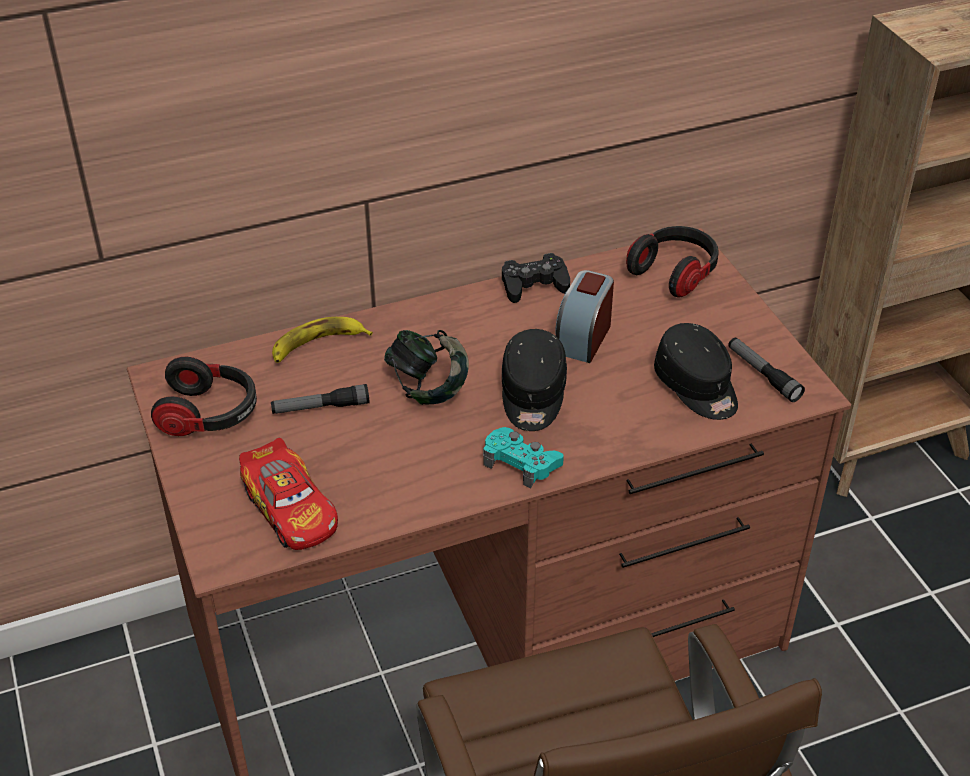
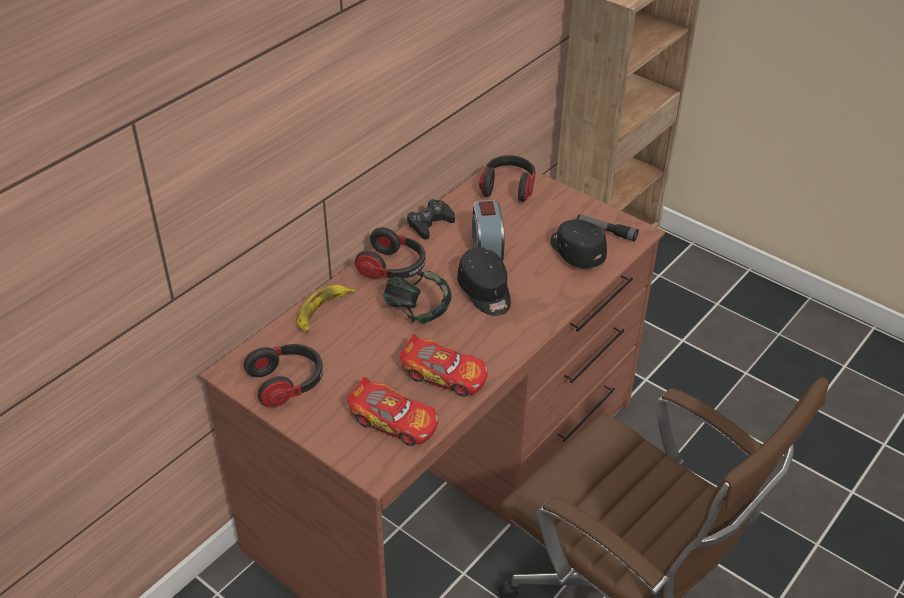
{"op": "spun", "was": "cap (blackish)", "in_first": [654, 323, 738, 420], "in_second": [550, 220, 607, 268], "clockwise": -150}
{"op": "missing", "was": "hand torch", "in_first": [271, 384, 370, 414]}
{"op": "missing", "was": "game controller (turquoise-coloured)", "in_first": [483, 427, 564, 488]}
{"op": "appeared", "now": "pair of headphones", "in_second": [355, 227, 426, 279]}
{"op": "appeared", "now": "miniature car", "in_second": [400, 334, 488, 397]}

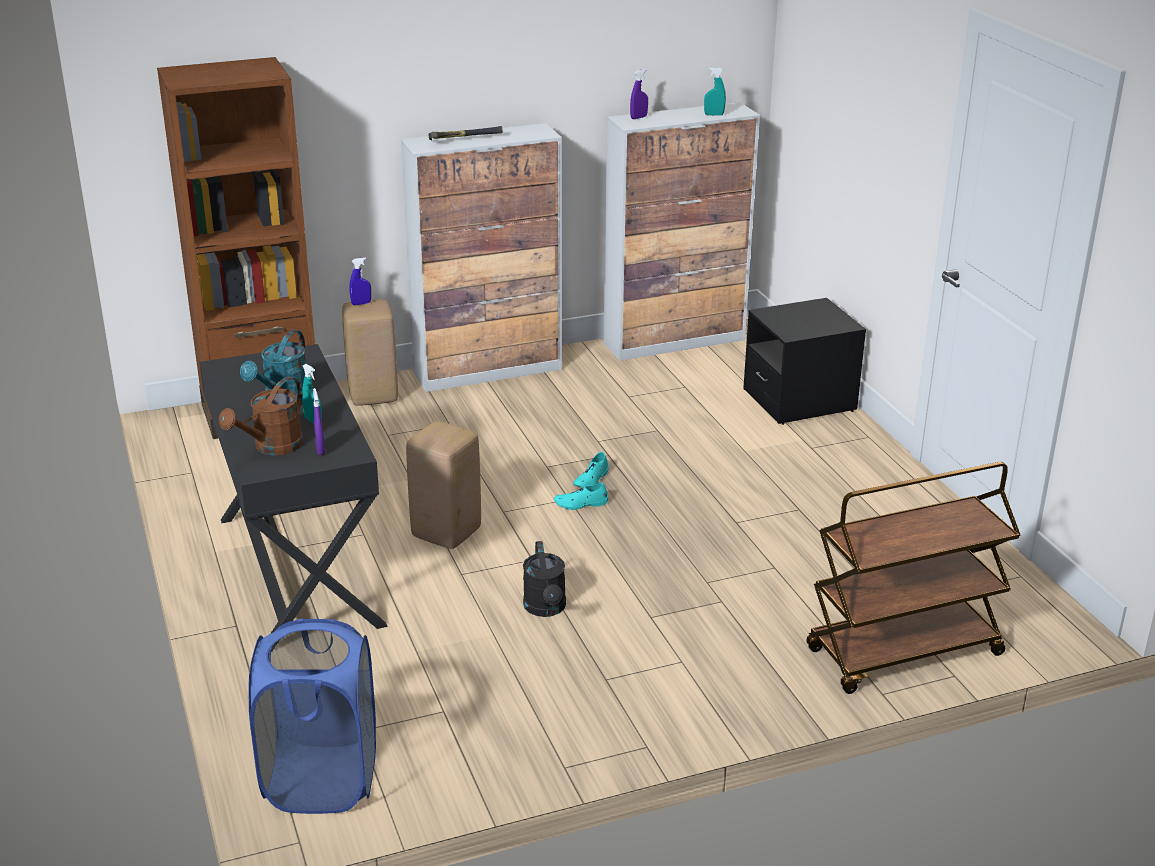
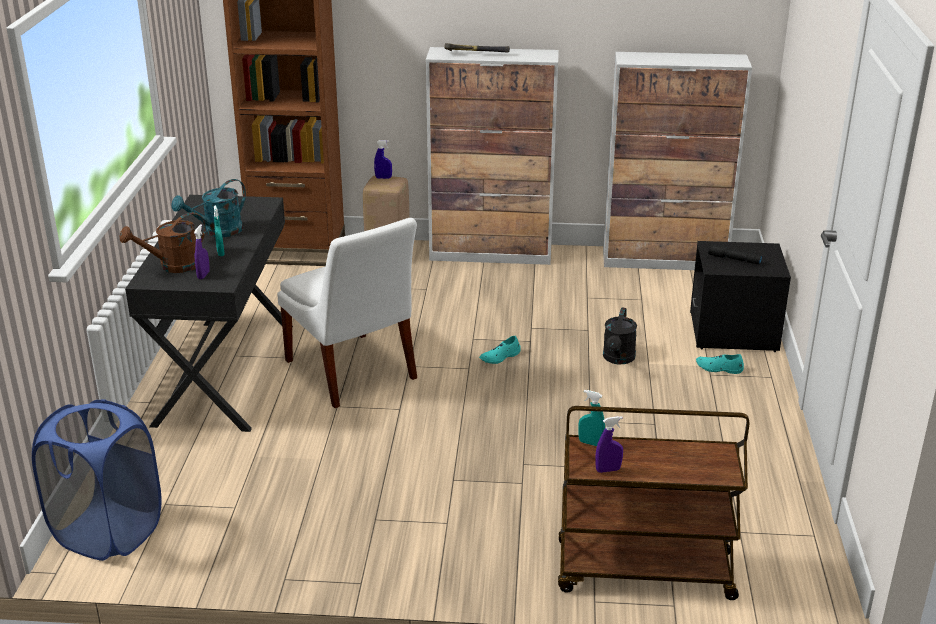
{"op": "relocated", "was": "sprayer (turquoise-coloured)", "in_first": [704, 67, 726, 116], "in_second": [578, 390, 605, 446]}
{"op": "relocated", "was": "sprayer (purple-coloured)", "in_first": [630, 69, 648, 119], "in_second": [595, 416, 623, 473]}
{"op": "exchanged", "was": "sitting stool (sand-coloured)", "now": "plain chair (white-coloured)", "in_first": [406, 421, 481, 549], "in_second": [277, 218, 417, 408]}
{"op": "relocated", "was": "shoe (turquoise-coloured)", "in_first": [554, 482, 608, 510], "in_second": [696, 354, 744, 374]}
{"op": "relocated", "was": "watering can (blackish)", "in_first": [523, 541, 566, 617], "in_second": [603, 307, 637, 365]}
{"op": "appeared", "now": "hand torch (blackish)", "in_second": [708, 244, 762, 265]}

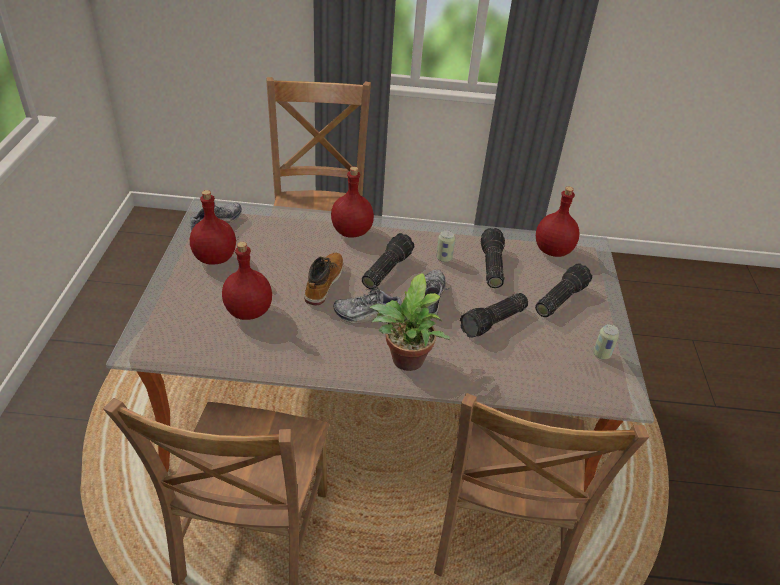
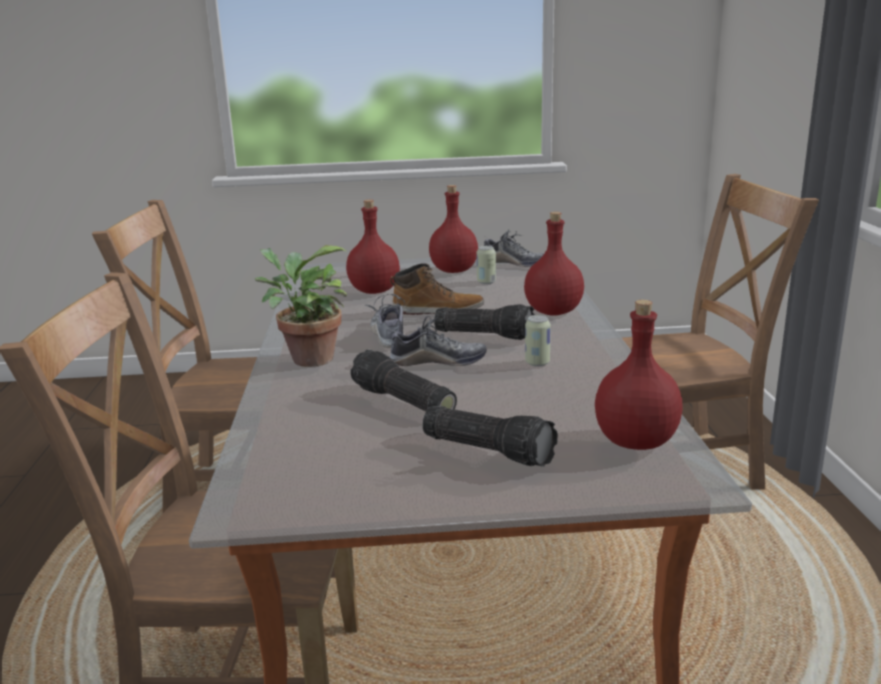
{"op": "missing", "was": "hand torch", "in_first": [481, 228, 505, 288]}
{"op": "relocated", "was": "sealed can", "in_first": [593, 324, 619, 359], "in_second": [476, 246, 496, 284]}

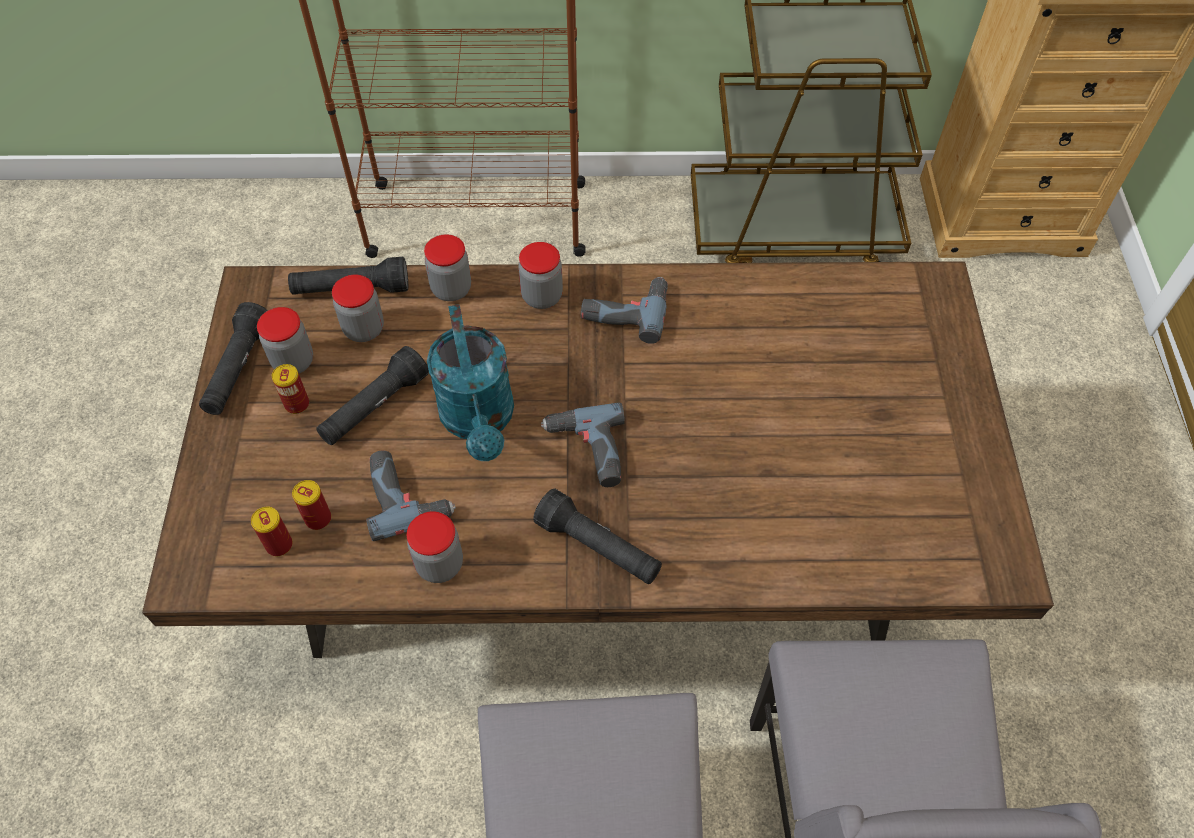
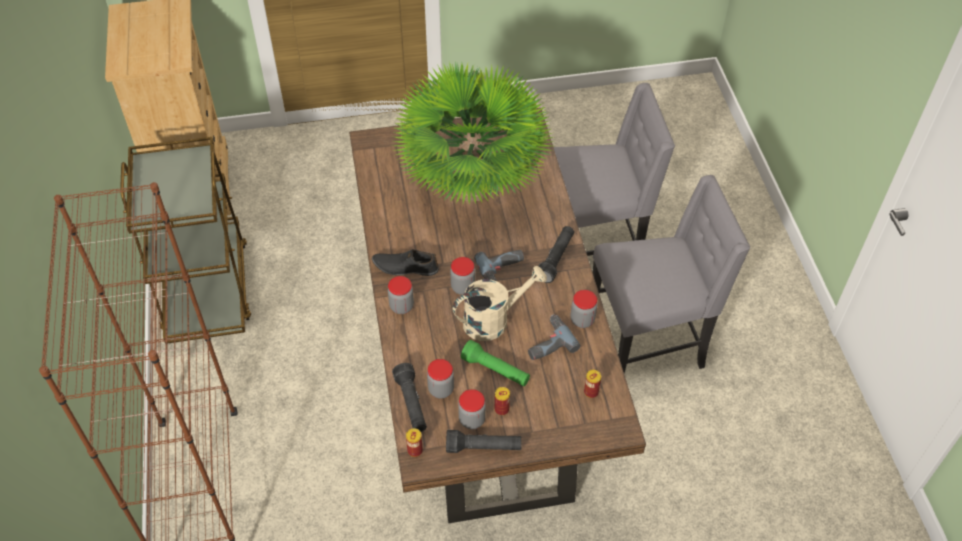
{"op": "relocated", "was": "jar", "in_first": [424, 234, 471, 301], "in_second": [450, 257, 475, 295]}
{"op": "exchanged", "was": "electric drill", "now": "shoe (blackish)", "in_first": [581, 277, 668, 344], "in_second": [372, 249, 439, 276]}
{"op": "colour", "was": "watering can (turquoise-coloured)", "now": "watering can (sand-coloured)", "in_first": [427, 304, 514, 461], "in_second": [453, 266, 547, 341]}
{"op": "colour", "was": "hand torch (blackish)", "now": "hand torch (green)", "in_first": [317, 346, 429, 445], "in_second": [461, 340, 530, 386]}
{"op": "relocated", "was": "sealed can", "in_first": [292, 480, 331, 530], "in_second": [406, 428, 423, 457]}
{"op": "appeared", "now": "plant in a pot", "in_second": [392, 61, 556, 205]}

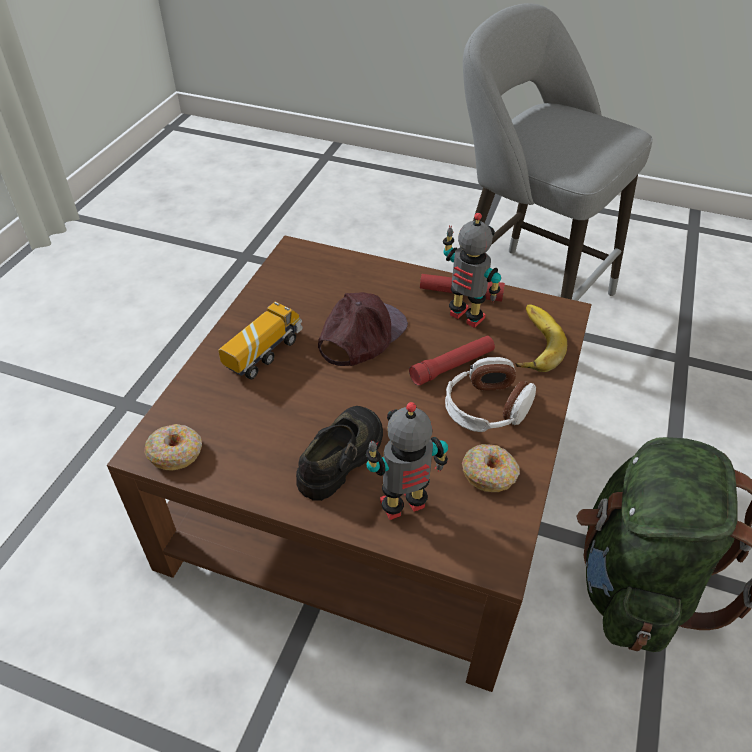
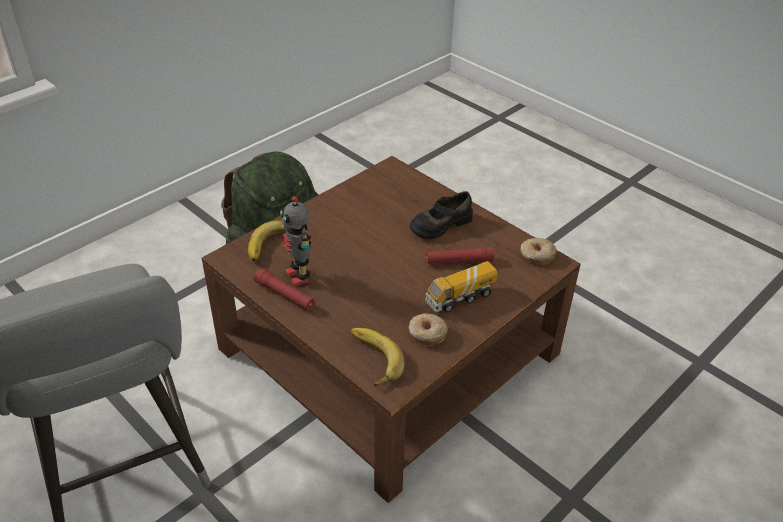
{"op": "missing", "was": "cap (brown-coloured)", "in_first": [318, 292, 408, 366]}
{"op": "relocated", "was": "hand torch (red)", "in_first": [409, 336, 495, 386], "in_second": [426, 247, 494, 264]}
{"op": "missing", "was": "pair of headphones", "in_first": [445, 357, 536, 432]}
{"op": "missing", "was": "toy robot", "in_first": [366, 402, 448, 520]}
{"op": "relocated", "was": "doughnut", "in_first": [462, 444, 520, 492], "in_second": [409, 313, 448, 346]}
{"op": "appeared", "now": "banana fruit", "in_second": [351, 328, 405, 386]}

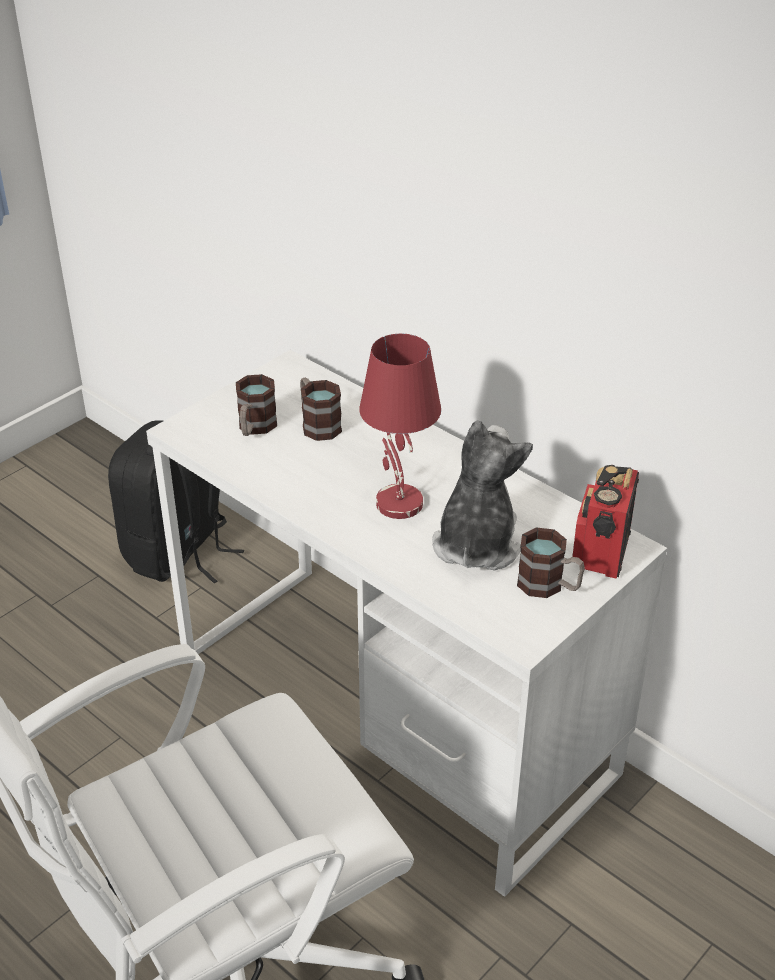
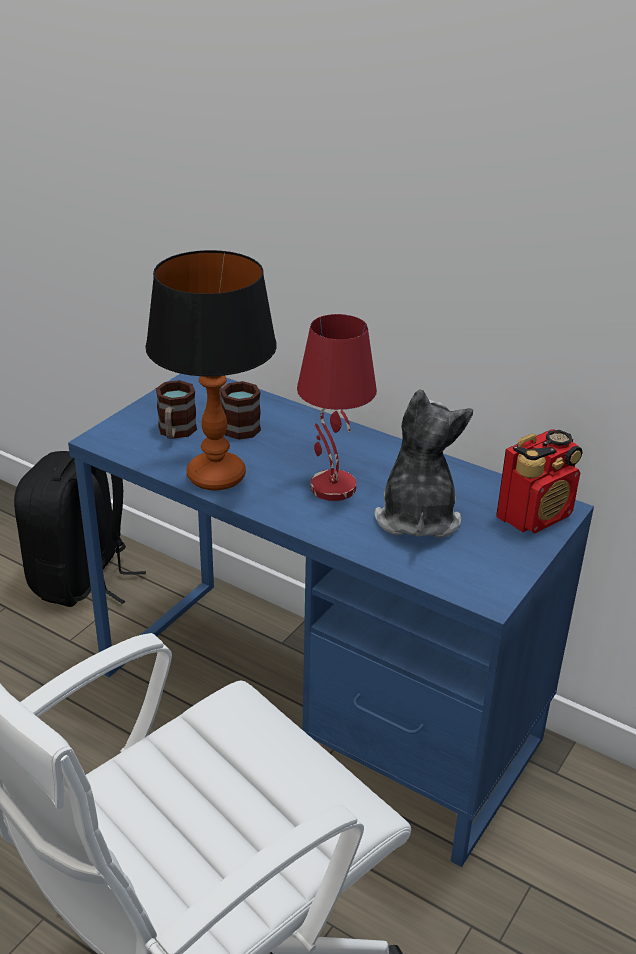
{"op": "colour", "was": "desk table (white-coloured)", "now": "desk table (bluish)", "in_first": [146, 350, 667, 897], "in_second": [68, 374, 594, 867]}
{"op": "spun", "was": "radio set", "in_first": [572, 465, 639, 579], "in_second": [496, 429, 582, 534], "clockwise": -135}
{"op": "missing", "was": "mug", "in_first": [517, 527, 585, 598]}
{"op": "appeared", "now": "table lamp", "in_second": [145, 250, 277, 490]}

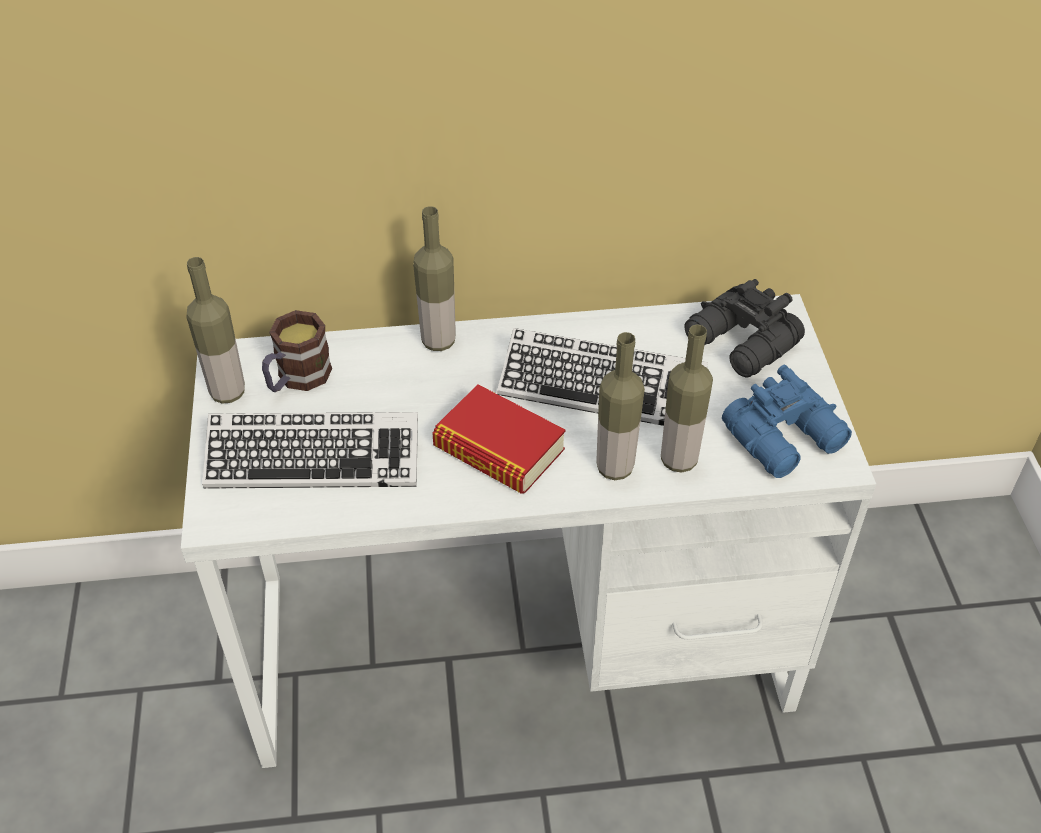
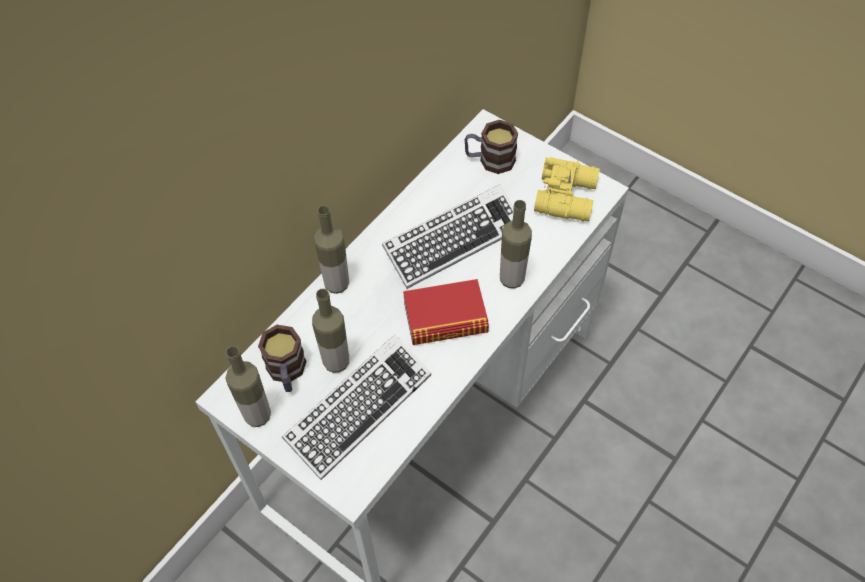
{"op": "exchanged", "was": "field glasses (blackish)", "now": "mug", "in_first": [685, 279, 805, 378], "in_second": [464, 120, 518, 174]}
{"op": "relocated", "was": "drink bottle", "in_first": [661, 325, 713, 473], "in_second": [312, 289, 349, 373]}
{"op": "colour", "was": "field glasses (bluish)", "now": "field glasses (yellow-coloured)", "in_first": [722, 365, 852, 478], "in_second": [534, 157, 600, 222]}

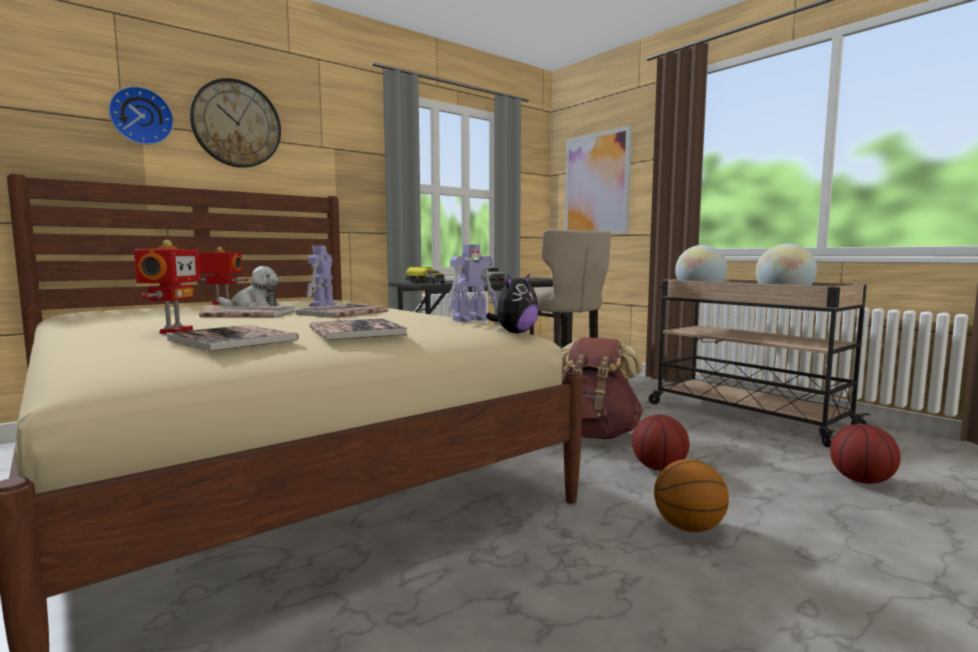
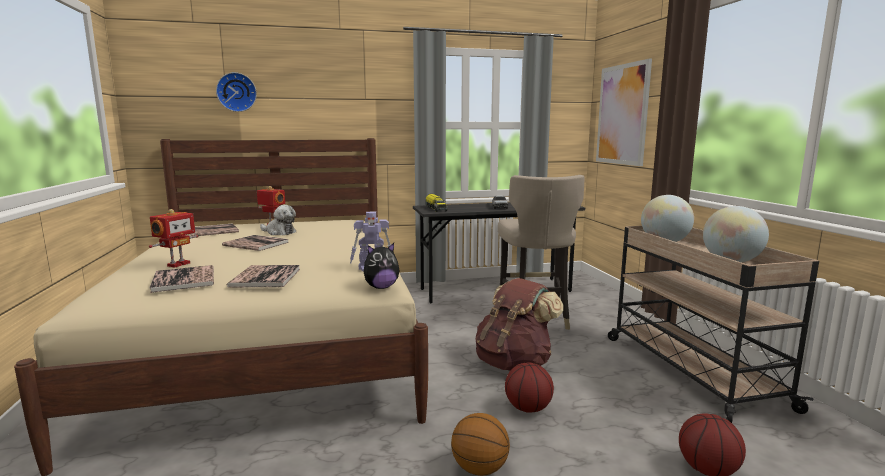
{"op": "missing", "was": "clock on the wall", "in_first": [190, 78, 281, 168]}
{"op": "missing", "was": "toy robot", "in_first": [307, 246, 336, 307]}
{"op": "relocated", "was": "volume", "in_first": [296, 304, 389, 318], "in_second": [190, 223, 239, 236]}

